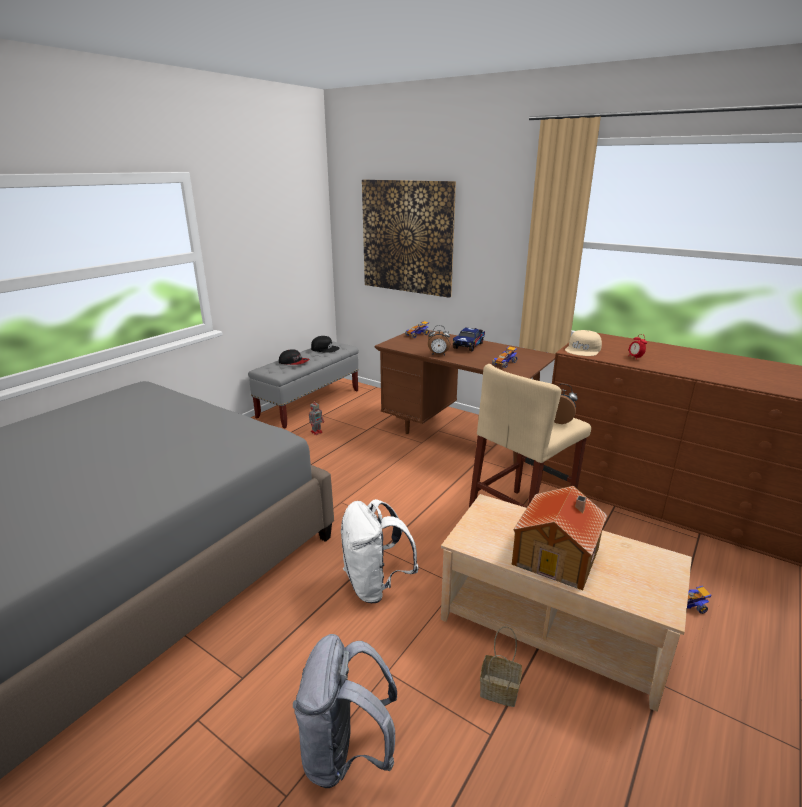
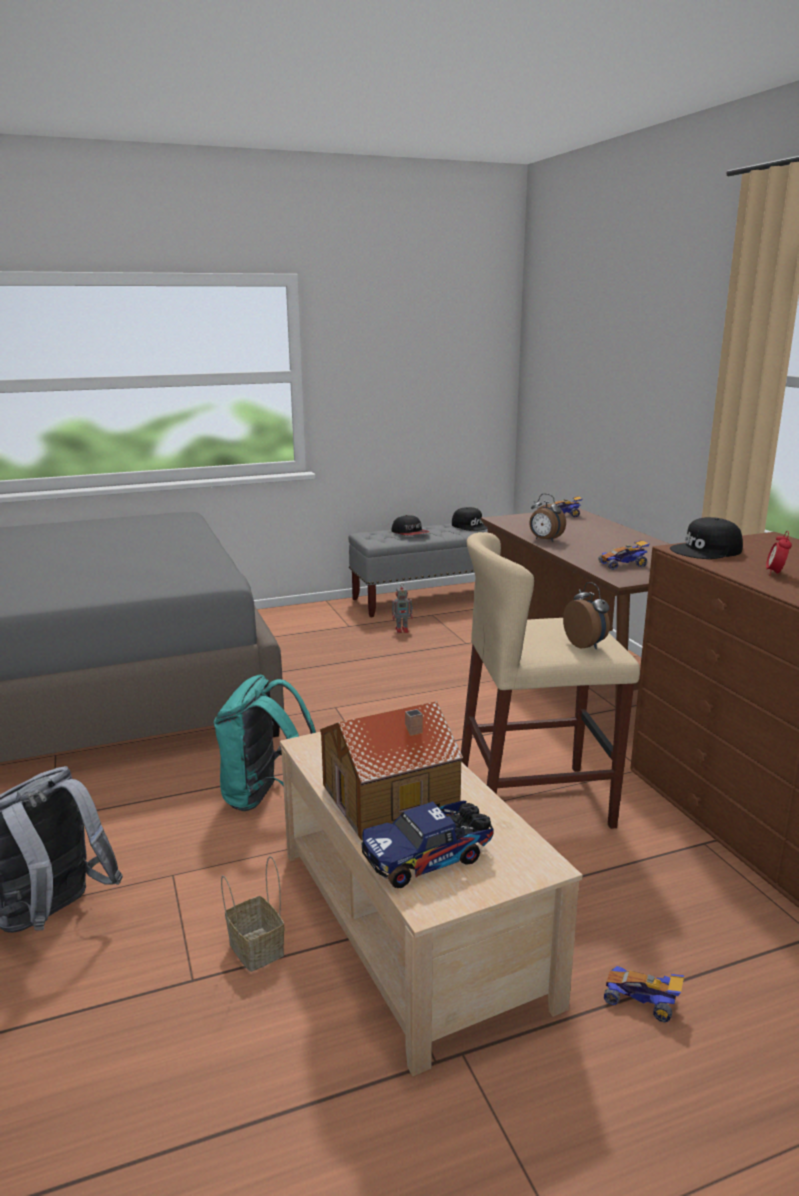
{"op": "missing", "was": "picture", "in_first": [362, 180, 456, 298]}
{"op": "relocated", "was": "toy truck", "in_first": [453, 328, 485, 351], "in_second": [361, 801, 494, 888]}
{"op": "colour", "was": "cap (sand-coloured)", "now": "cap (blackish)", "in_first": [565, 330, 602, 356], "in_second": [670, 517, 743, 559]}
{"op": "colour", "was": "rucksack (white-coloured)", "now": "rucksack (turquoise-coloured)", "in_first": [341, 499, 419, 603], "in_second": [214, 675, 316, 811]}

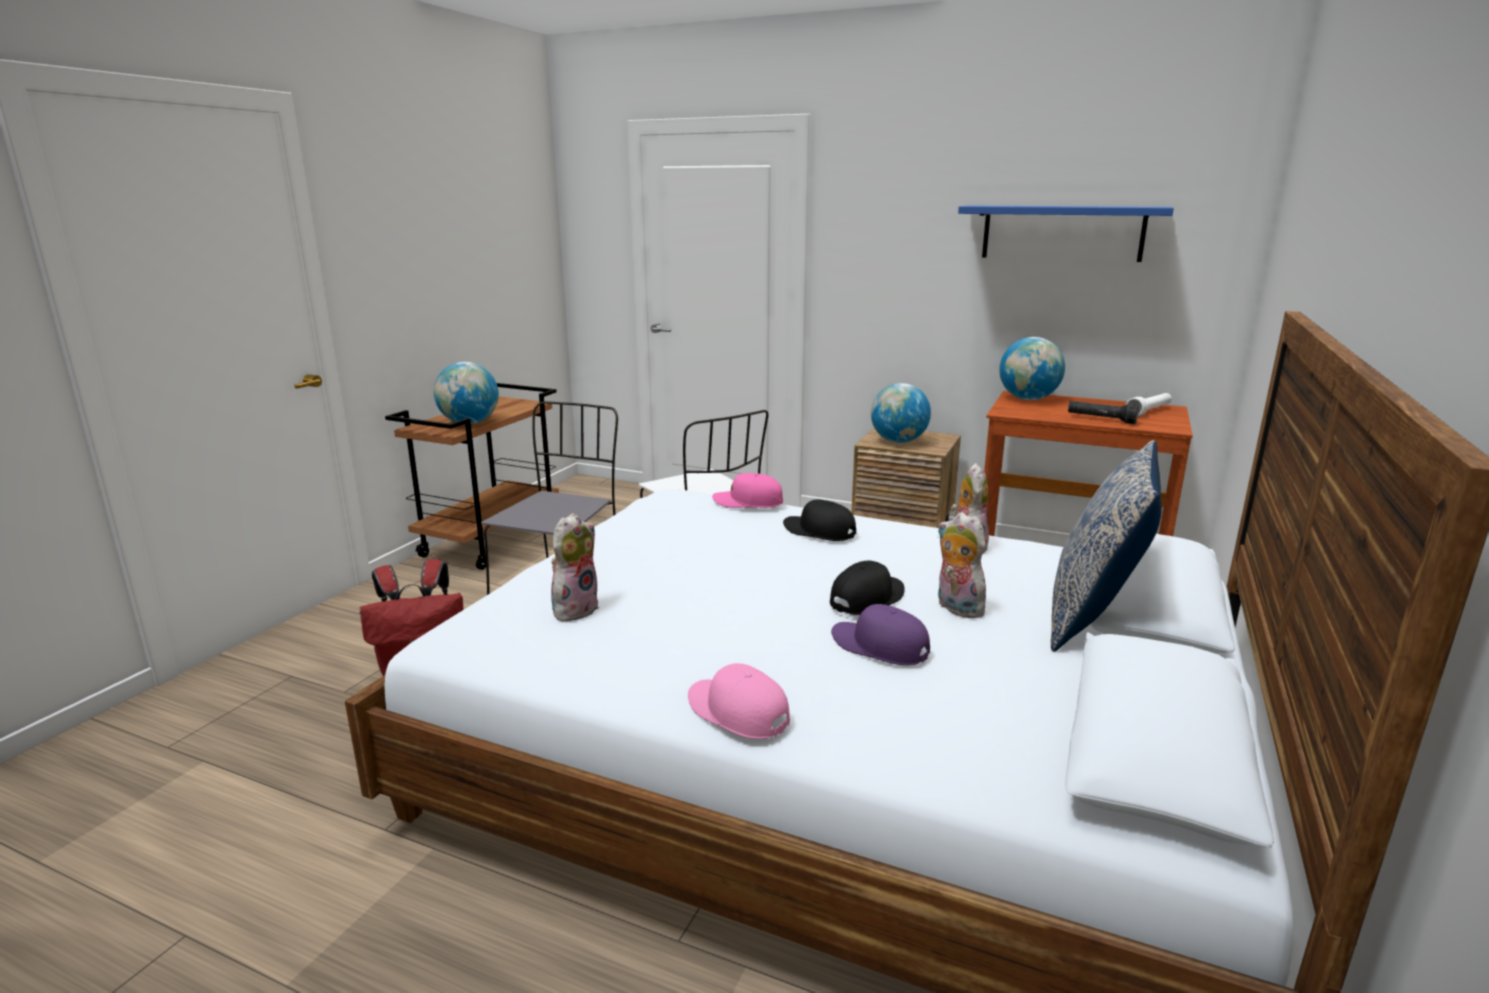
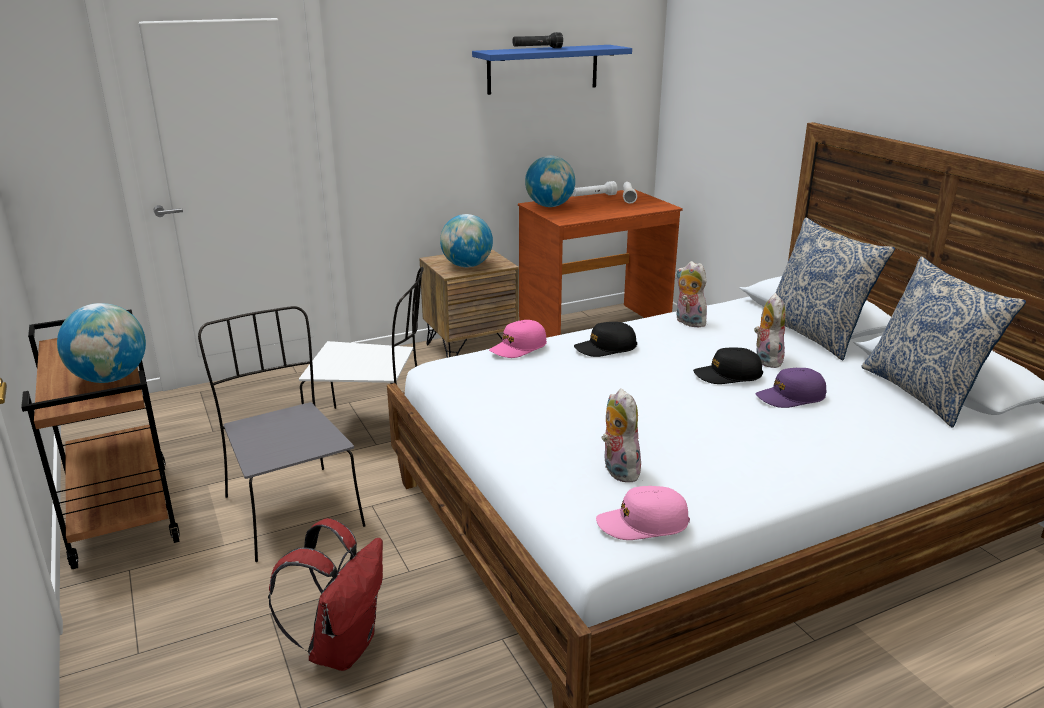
{"op": "relocated", "was": "hand torch (blackish)", "in_first": [1068, 401, 1139, 424], "in_second": [513, 32, 563, 48]}
{"op": "spun", "was": "cuddly toy", "in_first": [937, 512, 989, 618], "in_second": [754, 293, 785, 368], "clockwise": 90}
{"op": "spun", "was": "cap (blackish)", "in_first": [830, 560, 905, 615], "in_second": [693, 347, 763, 384], "clockwise": -90}
{"op": "relocated", "was": "cap (pinkish)", "in_first": [688, 663, 790, 739], "in_second": [596, 486, 690, 540]}
{"op": "appeared", "now": "hand torch (white-coloured)", "in_second": [573, 181, 617, 197]}
{"op": "appeared", "now": "cushion", "in_second": [861, 257, 1026, 428]}

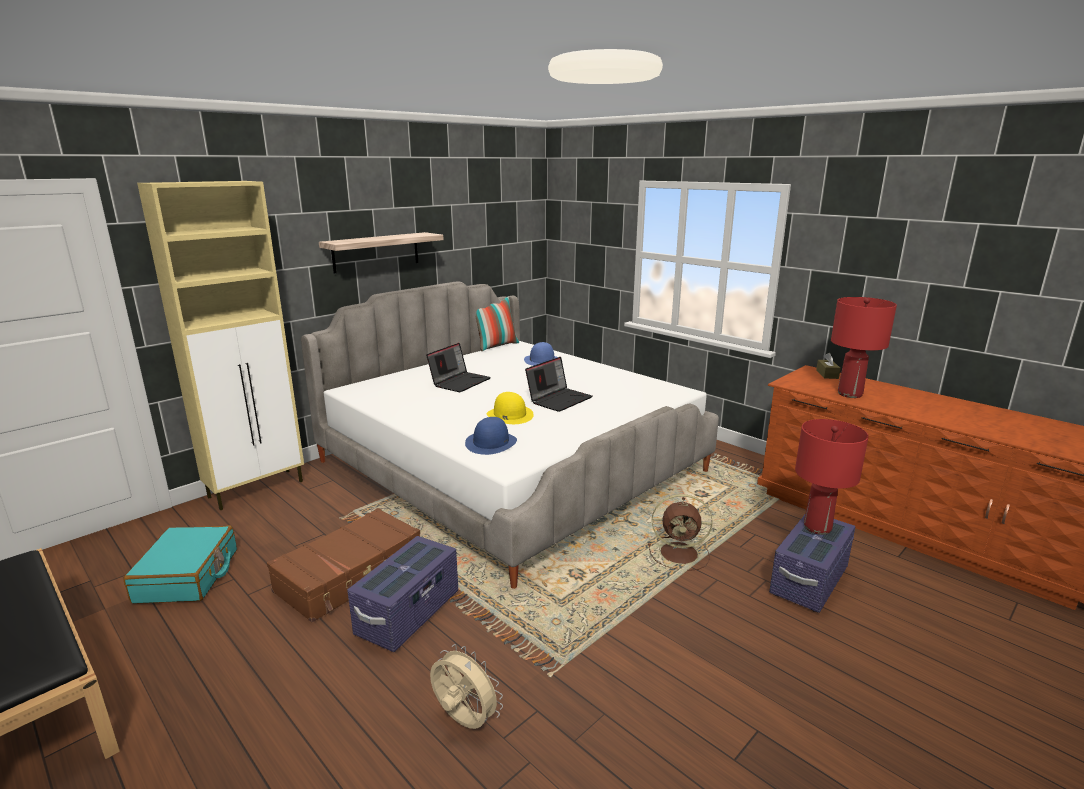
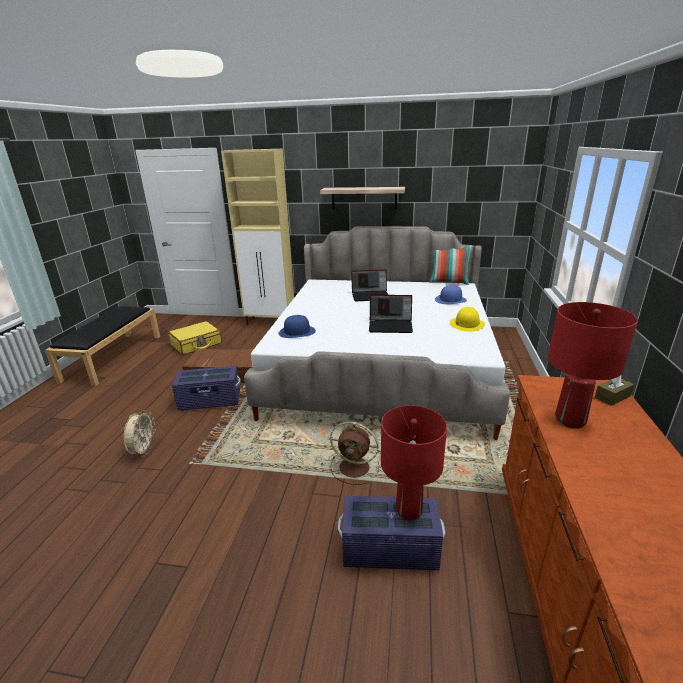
{"op": "relocated", "was": "wearable hat (yellow-coloured)", "in_first": [487, 392, 534, 424], "in_second": [450, 307, 485, 332]}
{"op": "spun", "was": "electric fan (brown-coloured)", "in_first": [648, 494, 713, 571], "in_second": [330, 422, 379, 485], "clockwise": -45}
{"op": "colour", "was": "travel case (turquoise-coloured)", "now": "travel case (yellow-coloured)", "in_first": [123, 525, 237, 604], "in_second": [168, 321, 222, 355]}

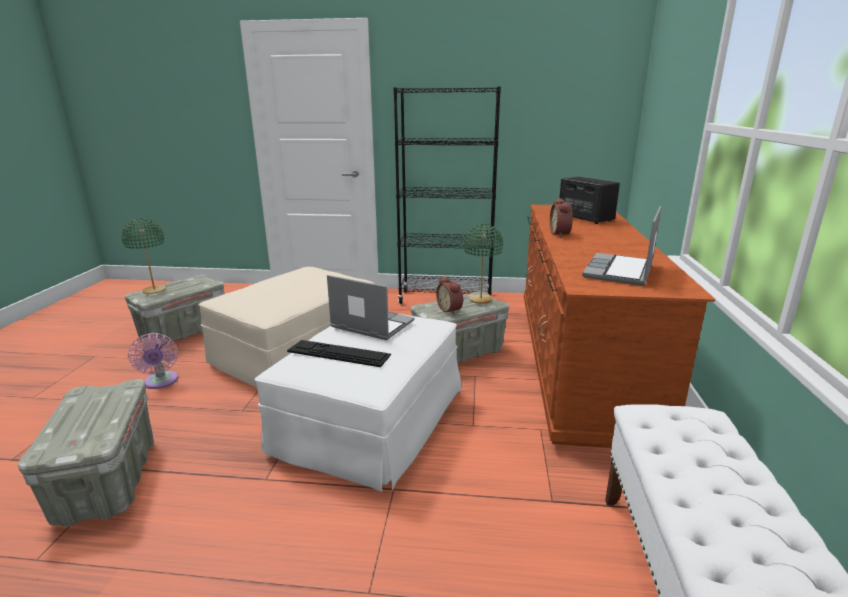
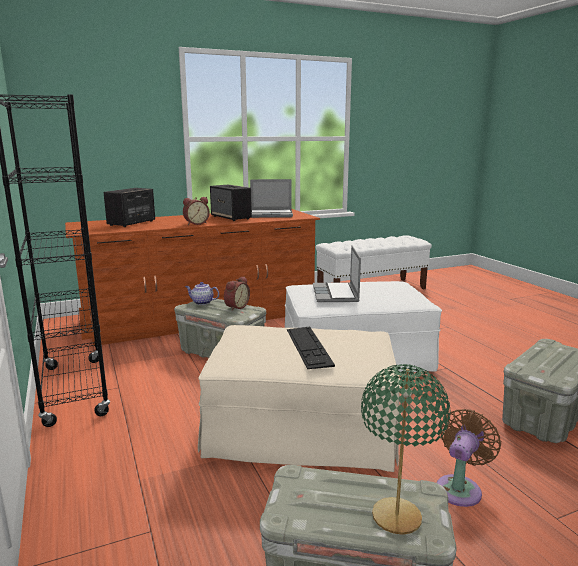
{"op": "exchanged", "was": "table lamp (green)", "now": "teapot", "in_first": [463, 224, 503, 304], "in_second": [185, 282, 219, 305]}
{"op": "colour", "was": "electric fan (pinkish)", "now": "electric fan (brown-coloured)", "in_first": [128, 333, 178, 389], "in_second": [437, 409, 501, 507]}
{"op": "relocated", "was": "keyboard", "in_first": [287, 340, 391, 367], "in_second": [287, 326, 335, 369]}
{"op": "appeared", "now": "loudspeaker", "in_second": [210, 185, 252, 221]}

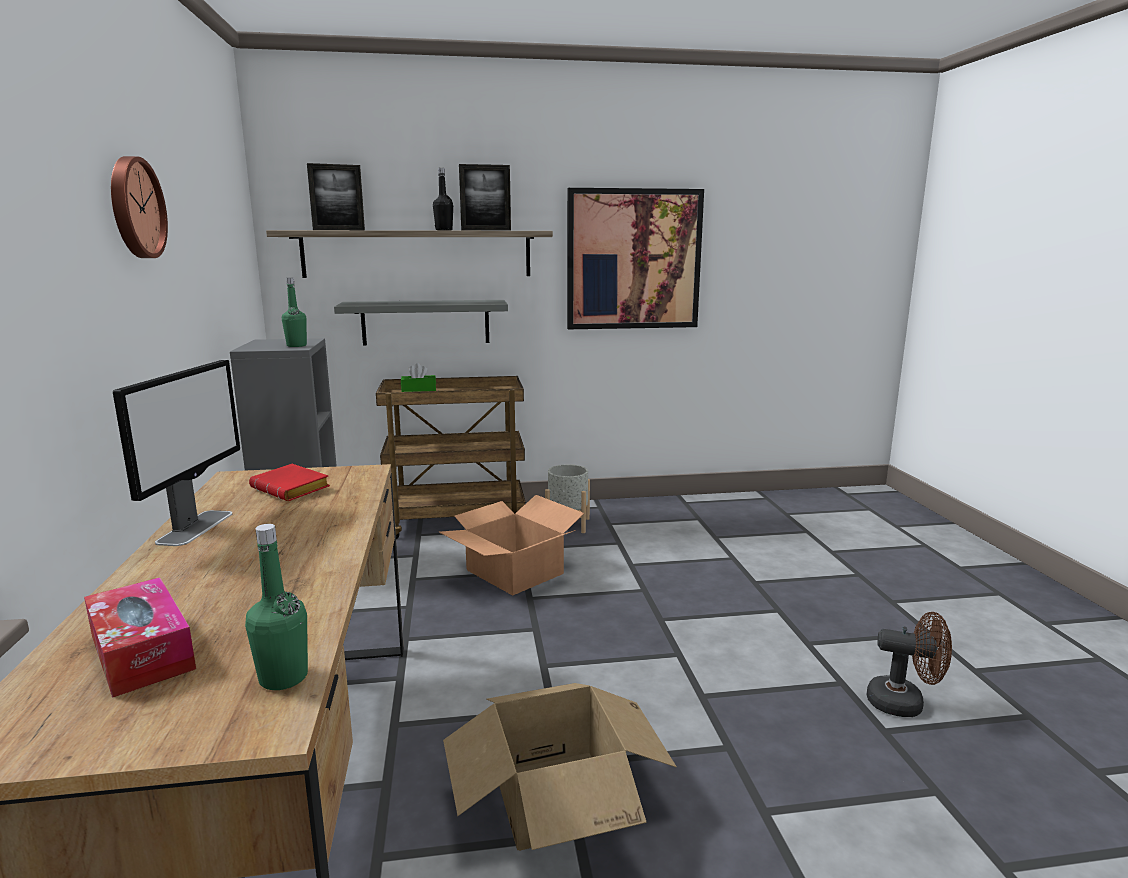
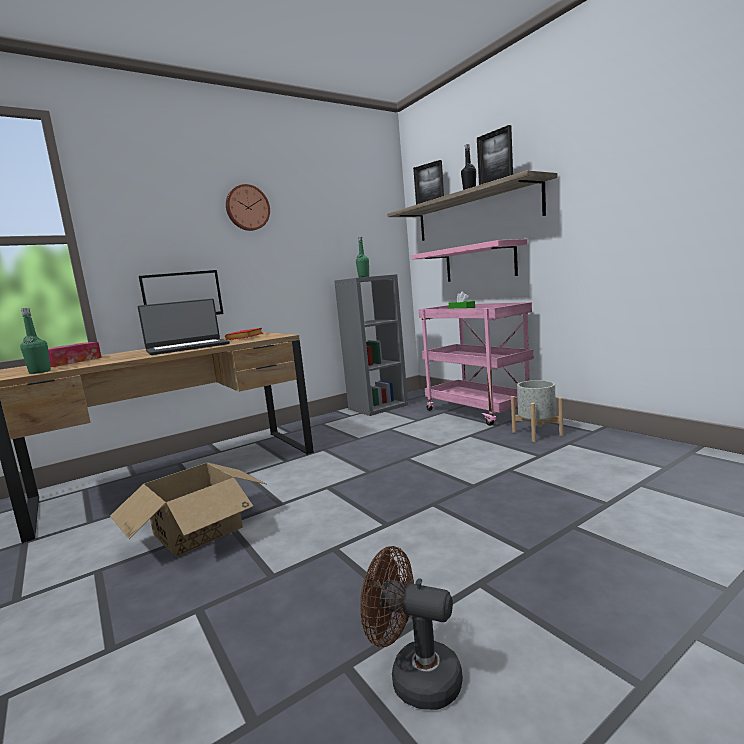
{"op": "missing", "was": "picture", "in_first": [567, 188, 704, 329]}
{"op": "colour", "was": "wall shelf (greyish)", "now": "wall shelf (pinkish)", "in_first": [334, 300, 508, 346], "in_second": [412, 239, 527, 282]}
{"op": "colour", "was": "cart (brown-coloured)", "now": "cart (pinkish)", "in_first": [376, 376, 526, 539], "in_second": [419, 302, 533, 426]}
{"op": "missing", "was": "carton", "in_first": [439, 495, 584, 596]}
{"op": "spun", "was": "electric fan (brown-coloured)", "in_first": [867, 612, 952, 717], "in_second": [360, 546, 463, 710], "clockwise": 120}
{"op": "appeared", "now": "laptop", "in_second": [138, 299, 230, 355]}

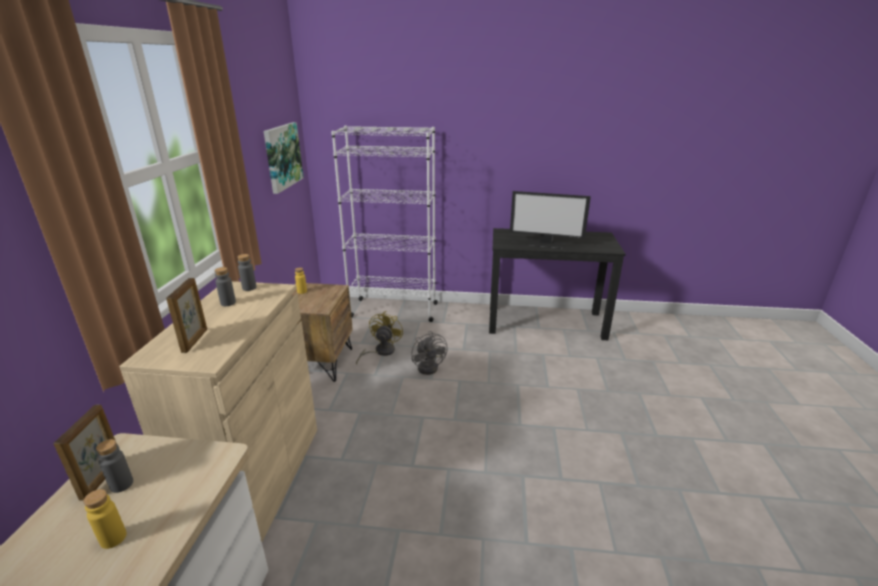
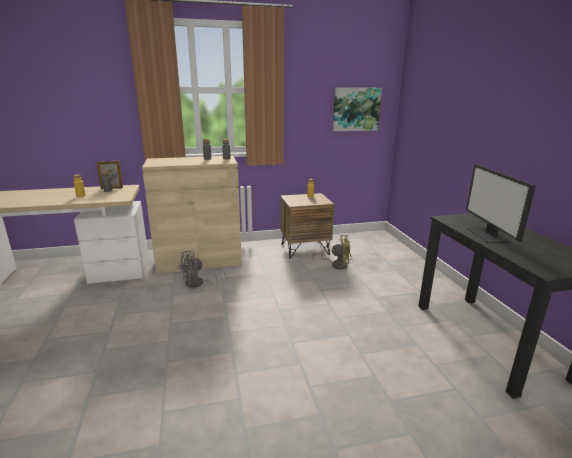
{"op": "missing", "was": "shelving unit (white-coloured)", "in_first": [331, 125, 438, 322]}
{"op": "missing", "was": "picture frame", "in_first": [166, 278, 207, 353]}
{"op": "relocated", "was": "electric fan (greyish)", "in_first": [411, 331, 448, 375], "in_second": [178, 251, 226, 288]}

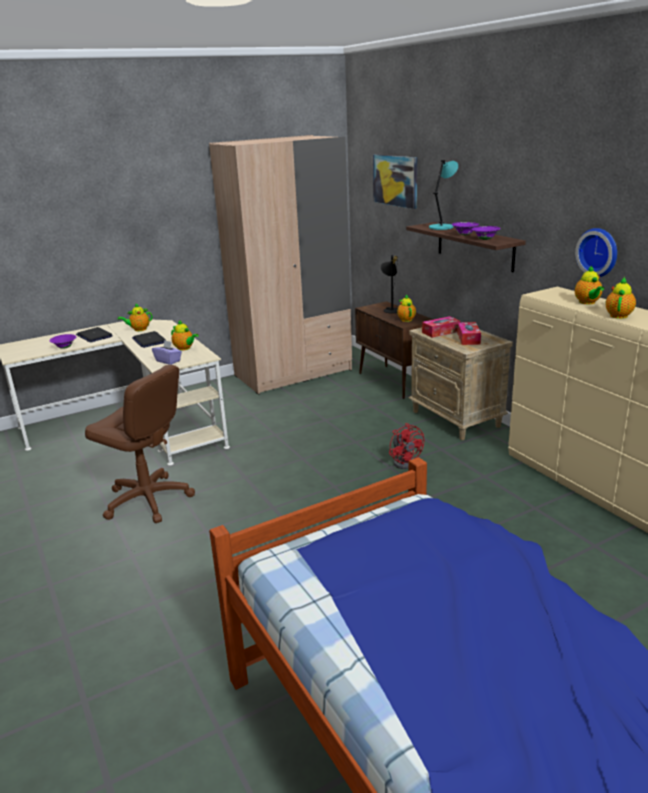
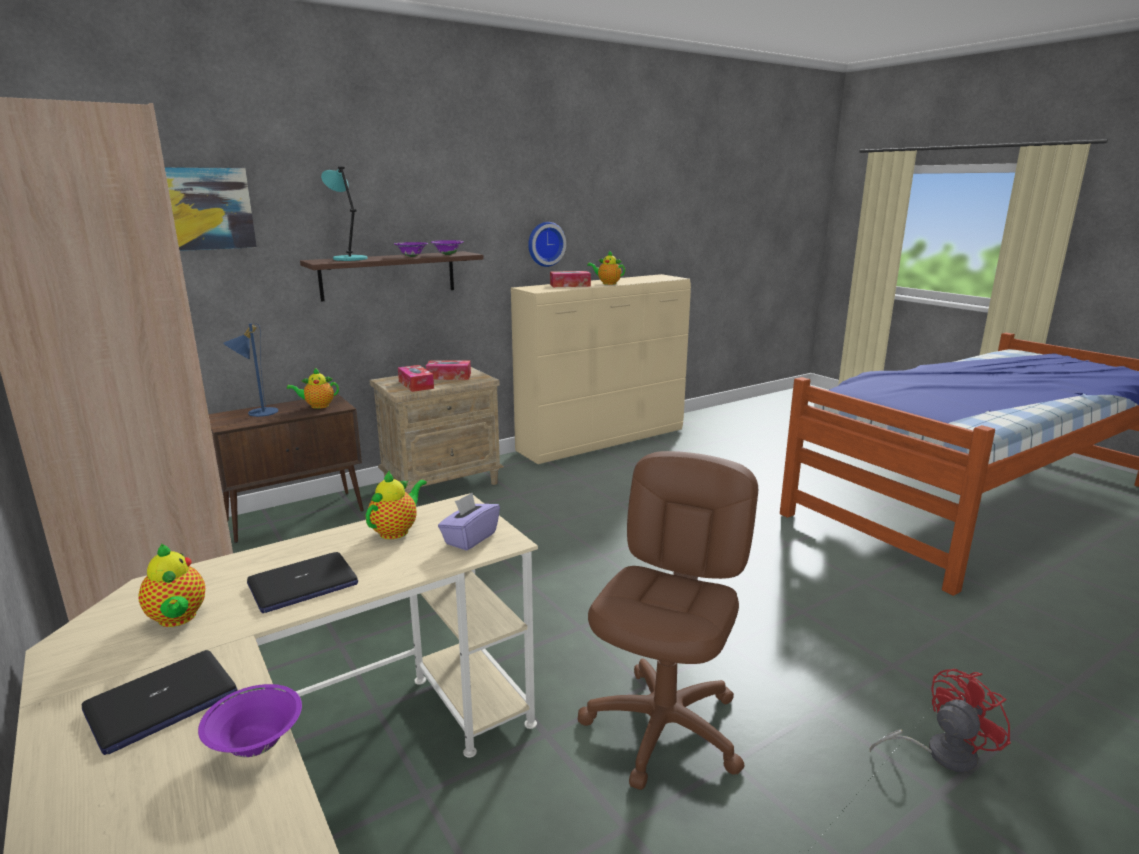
{"op": "colour", "was": "table lamp (blackish)", "now": "table lamp (bluish)", "in_first": [381, 255, 398, 313], "in_second": [223, 324, 278, 417]}
{"op": "exchanged", "was": "teapot", "now": "tissue holder", "in_first": [575, 266, 604, 305], "in_second": [550, 271, 591, 287]}
{"op": "relocated", "was": "electric fan (red)", "in_first": [389, 423, 424, 469], "in_second": [869, 669, 1011, 773]}

